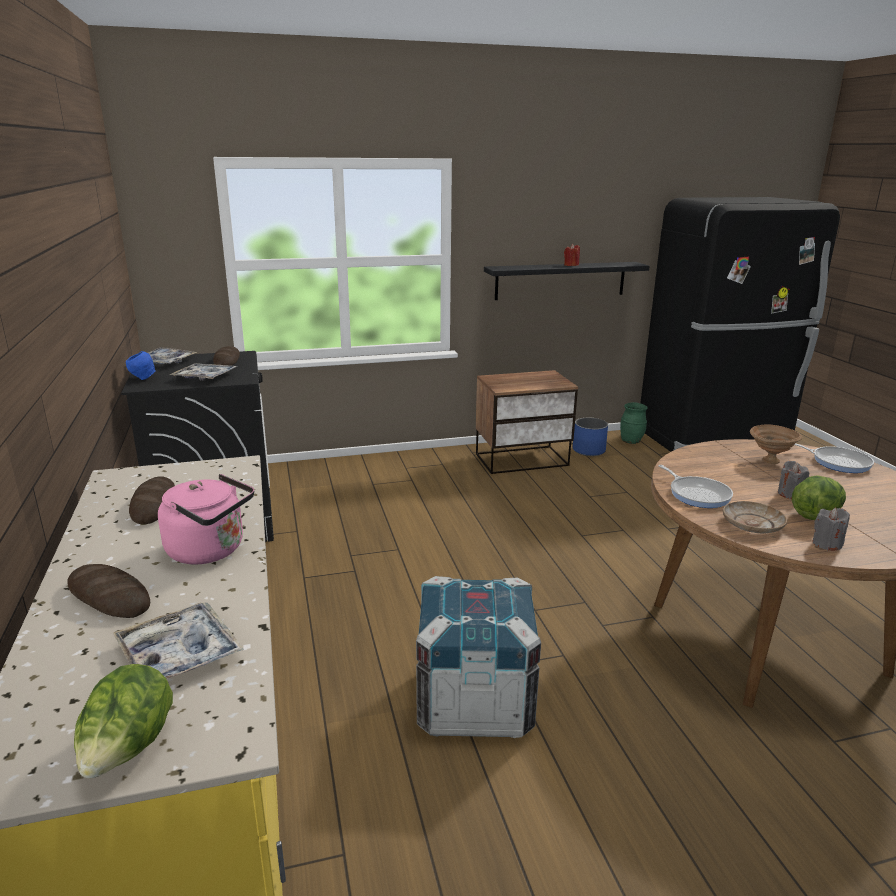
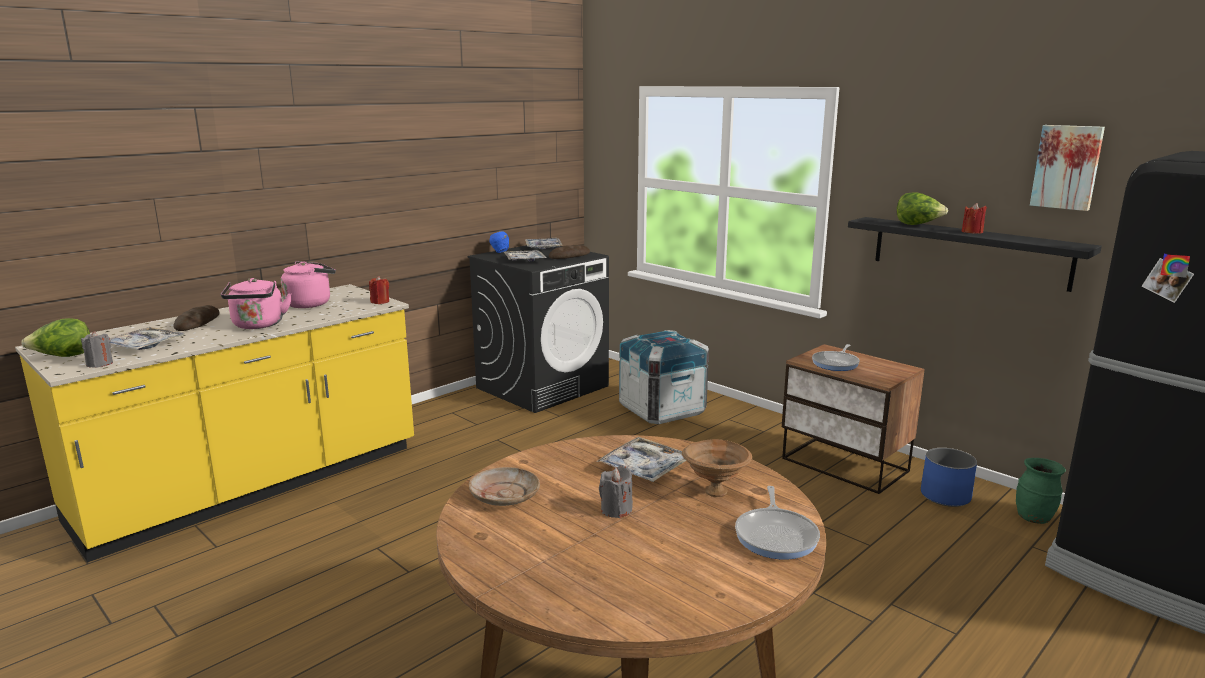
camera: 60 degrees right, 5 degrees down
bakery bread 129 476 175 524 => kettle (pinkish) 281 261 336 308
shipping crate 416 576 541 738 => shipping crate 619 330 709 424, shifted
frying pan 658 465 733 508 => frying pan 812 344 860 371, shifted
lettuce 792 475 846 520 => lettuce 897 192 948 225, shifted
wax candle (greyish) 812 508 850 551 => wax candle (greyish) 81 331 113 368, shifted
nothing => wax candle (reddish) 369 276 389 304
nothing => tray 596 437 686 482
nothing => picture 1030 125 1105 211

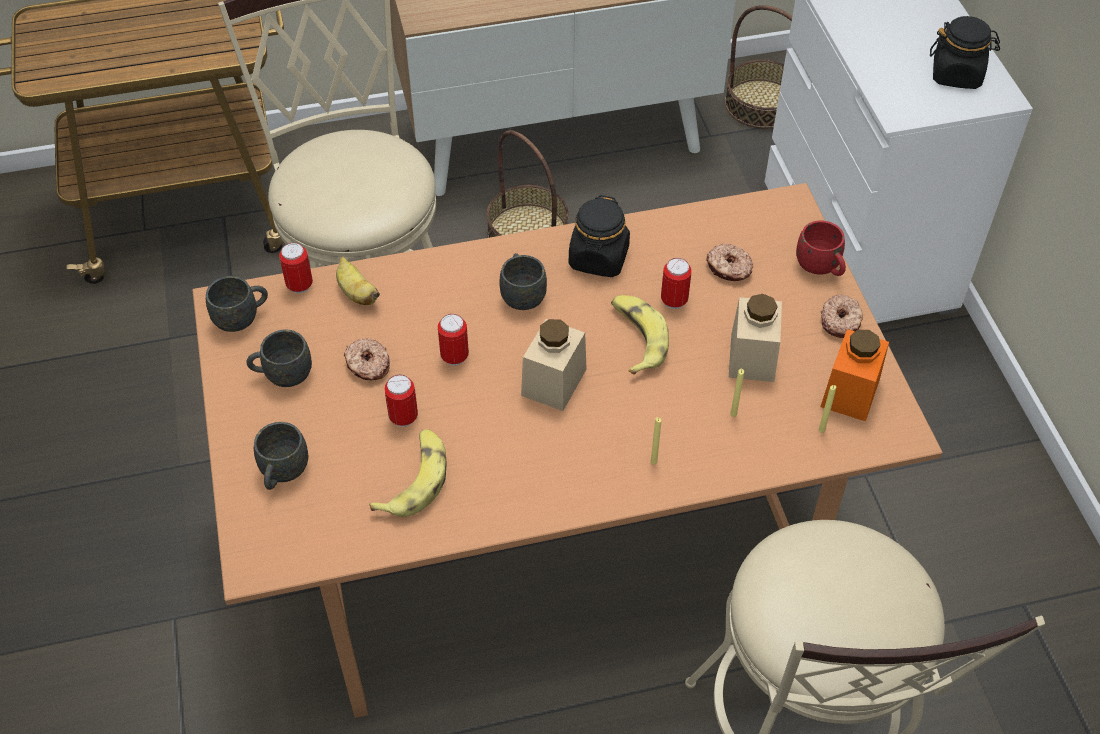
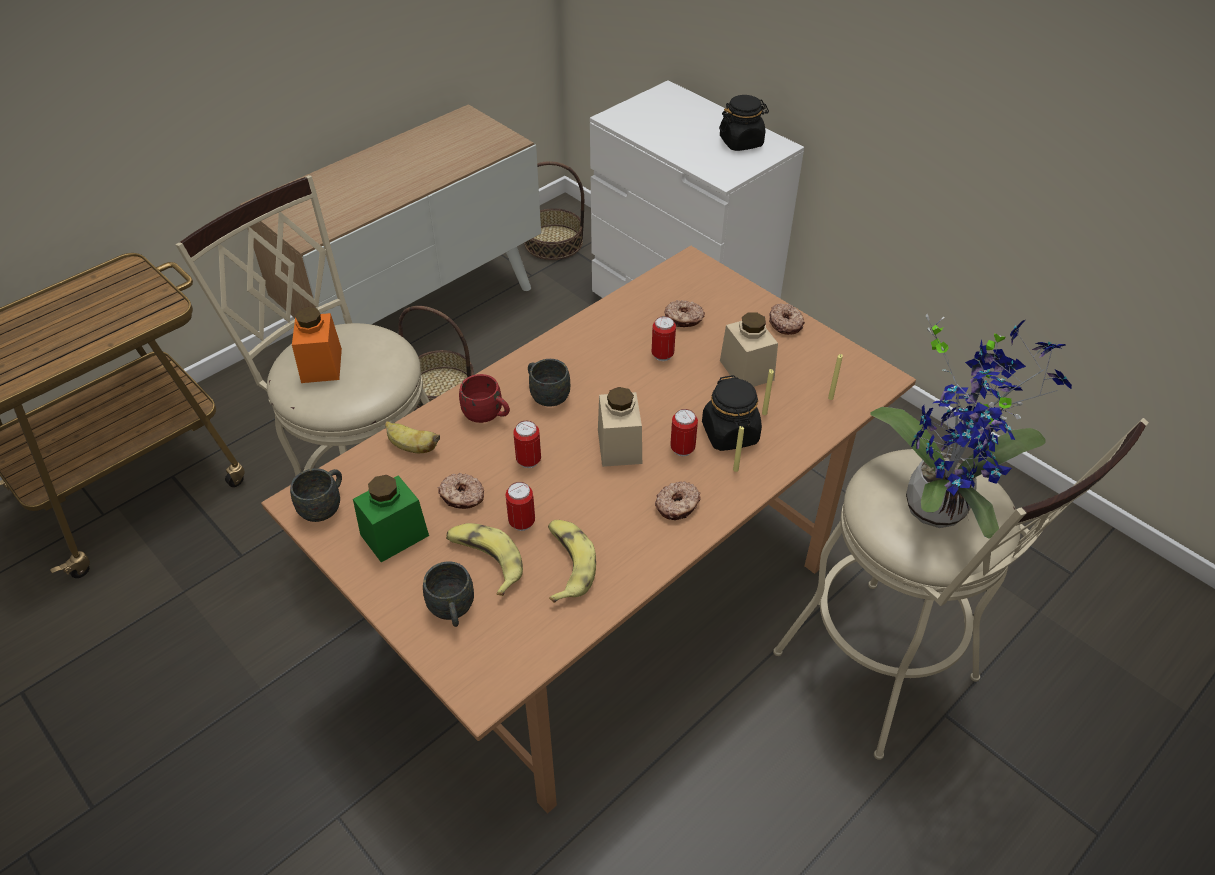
camera: 30 degrees left, 5 degrees down
coffee mug (greyish) 246 330 312 387 => storage jar (green) 353 475 429 562
metal can 279 242 313 293 => metal can 670 409 698 456, shifted
storage jar (blackish) 569 195 630 277 => storage jar (blackish) 702 375 762 451, shifted
whole banana 611 295 669 375 => whole banana 446 523 523 596, shifted
coffee mug (reddish) 796 220 846 276 => coffee mug (reddish) 459 374 510 423, shifted
storage jar (orangey) 821 329 889 421 => storage jar (orangey) 292 307 342 383, shifted
nothing => ring doughnut 655 481 701 520
nothing => houseplant 870 314 1072 539

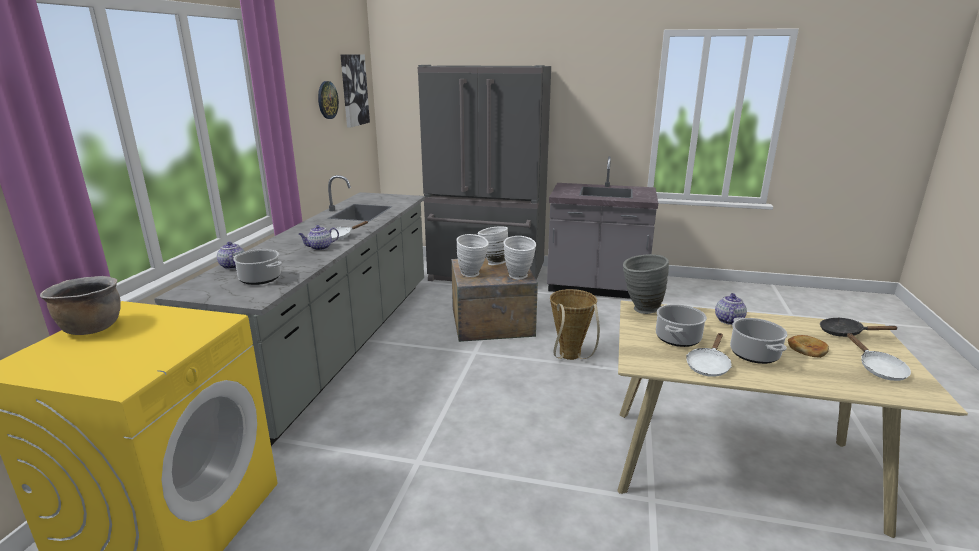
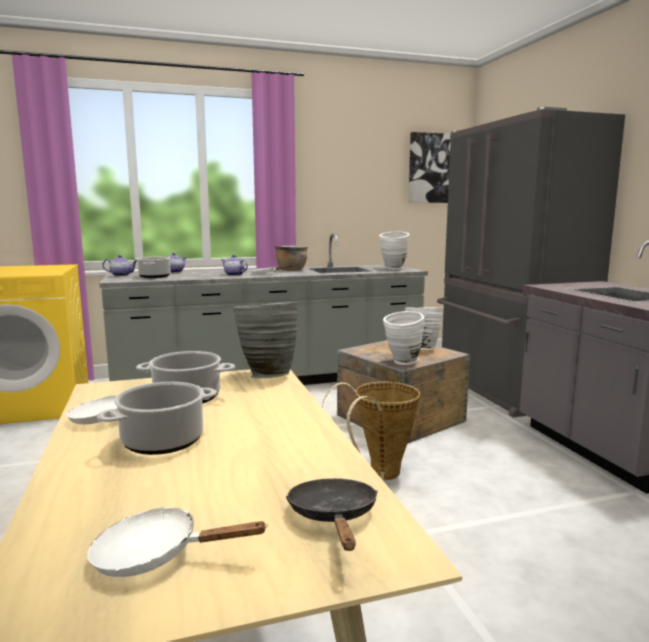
camera: 60 degrees right, 10 degrees down
stockpot (brown) 40 276 121 335 => stockpot (brown) 275 246 308 271, shifted
clock on the wall 318 81 339 119 => nothing
flower vase (white) 456 234 489 277 => flower vase (white) 379 231 409 270, shifted
teapot 715 293 747 325 => teapot 103 255 137 276, shifted
bakery bread 788 335 829 358 => nothing
frying pan (white) 847 333 911 381 => frying pan (white) 87 507 268 577, 45 degrees clockwise

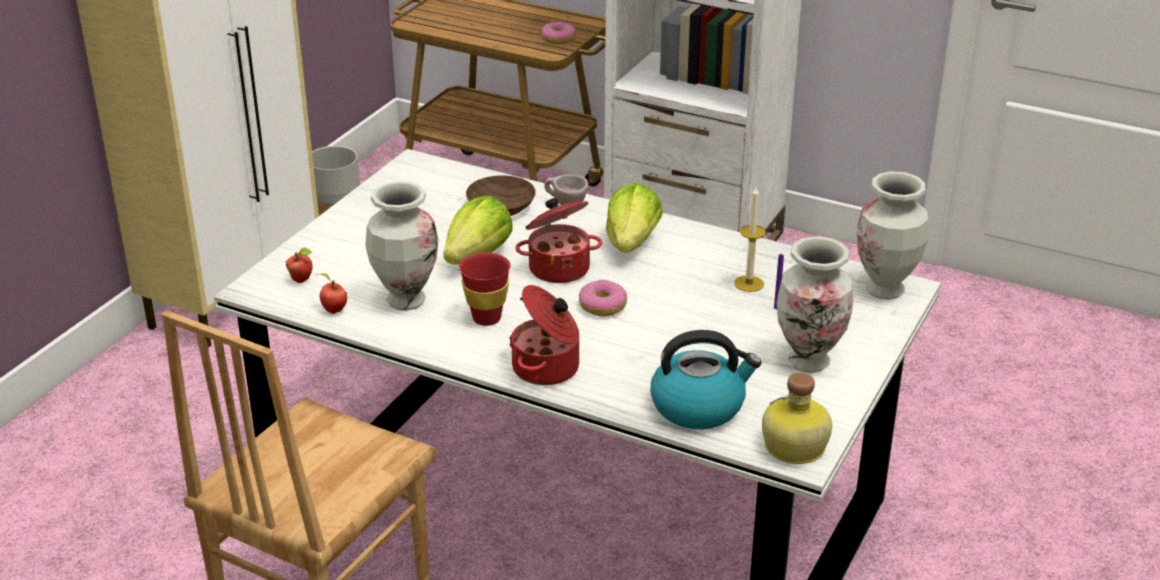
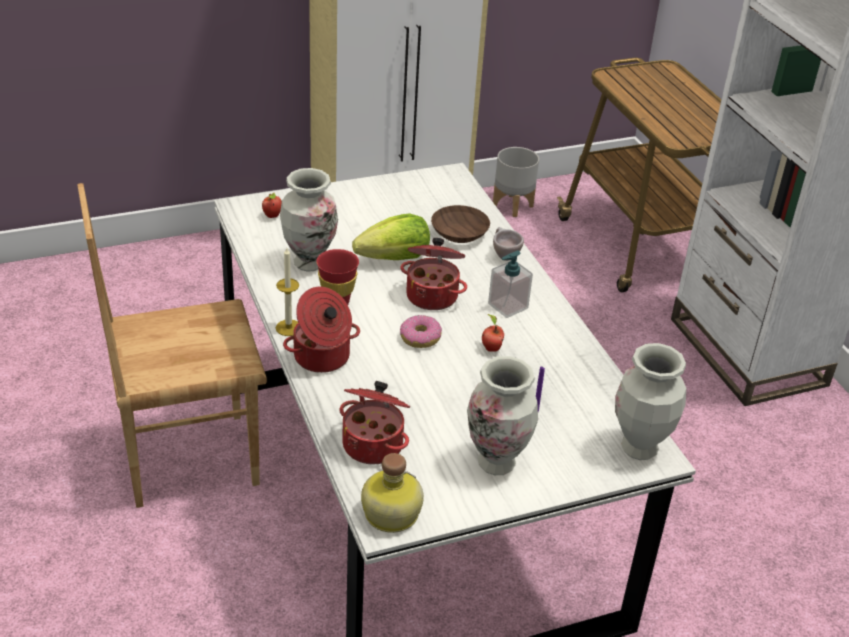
camera: 40 degrees right, 5 degrees up
apple fruit 316 273 347 314 => apple fruit 482 314 504 352, shifted
ring doughnut 541 22 576 45 => nothing
lettuce 606 183 663 253 => liquid soap bottle 488 251 533 318
kettle 651 330 762 429 => stockpot 339 381 410 464
wax candle 734 187 766 292 => wax candle 276 248 299 336, shifted

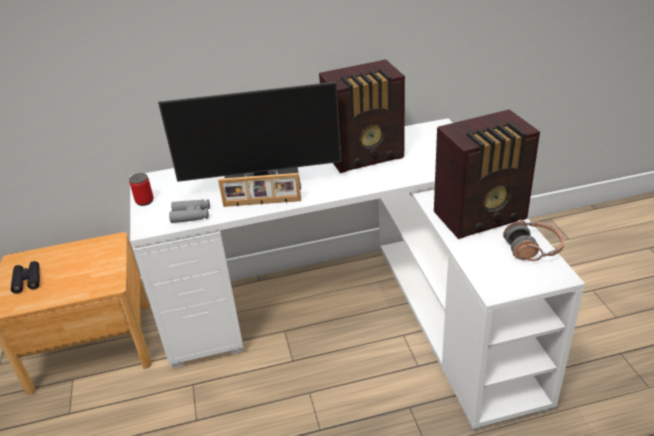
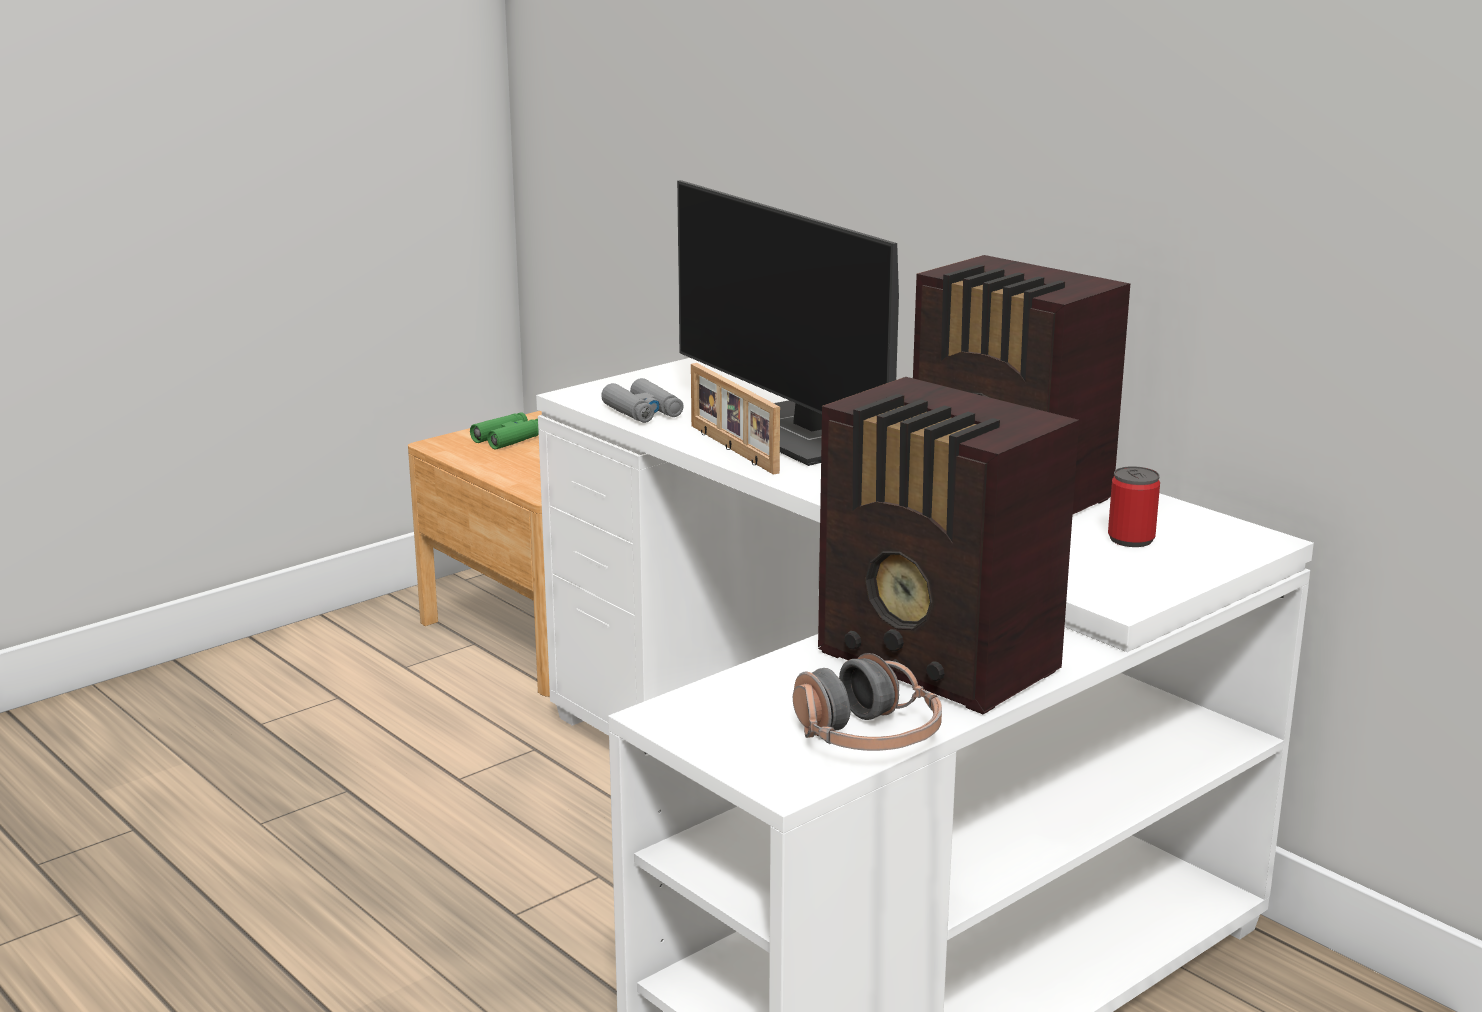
camera: 60 degrees right, 15 degrees down
pair of binoculars (blackish) 11 261 40 294 => pair of binoculars (green) 470 412 539 449
metal can 129 173 154 206 => metal can 1108 466 1160 547, shifted

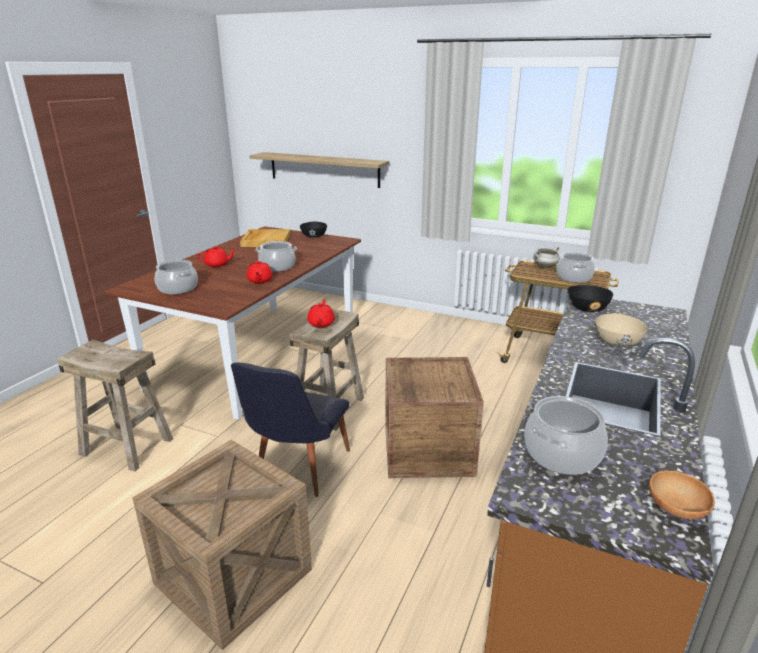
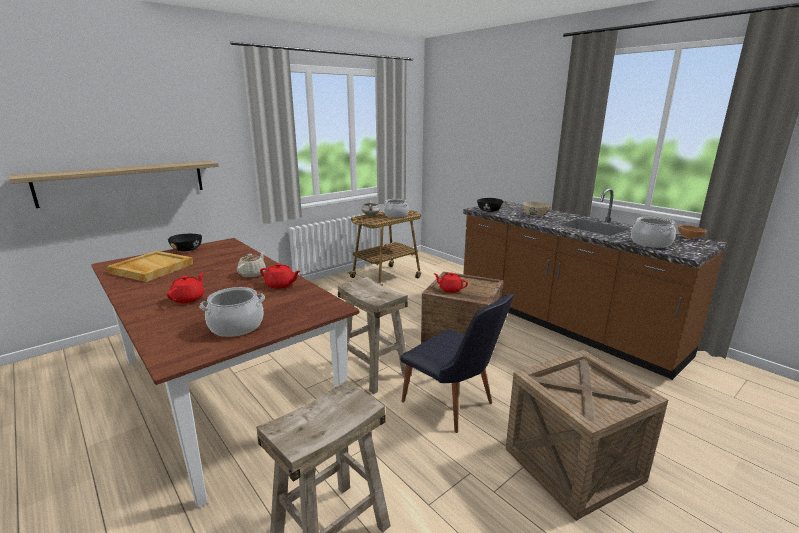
camera: 65 degrees left, 5 degrees down
stockpot 255 241 297 272 => teapot (beige) 237 252 266 278
teapot (reddish) 307 299 335 328 => teapot (reddish) 433 273 468 293, shifted

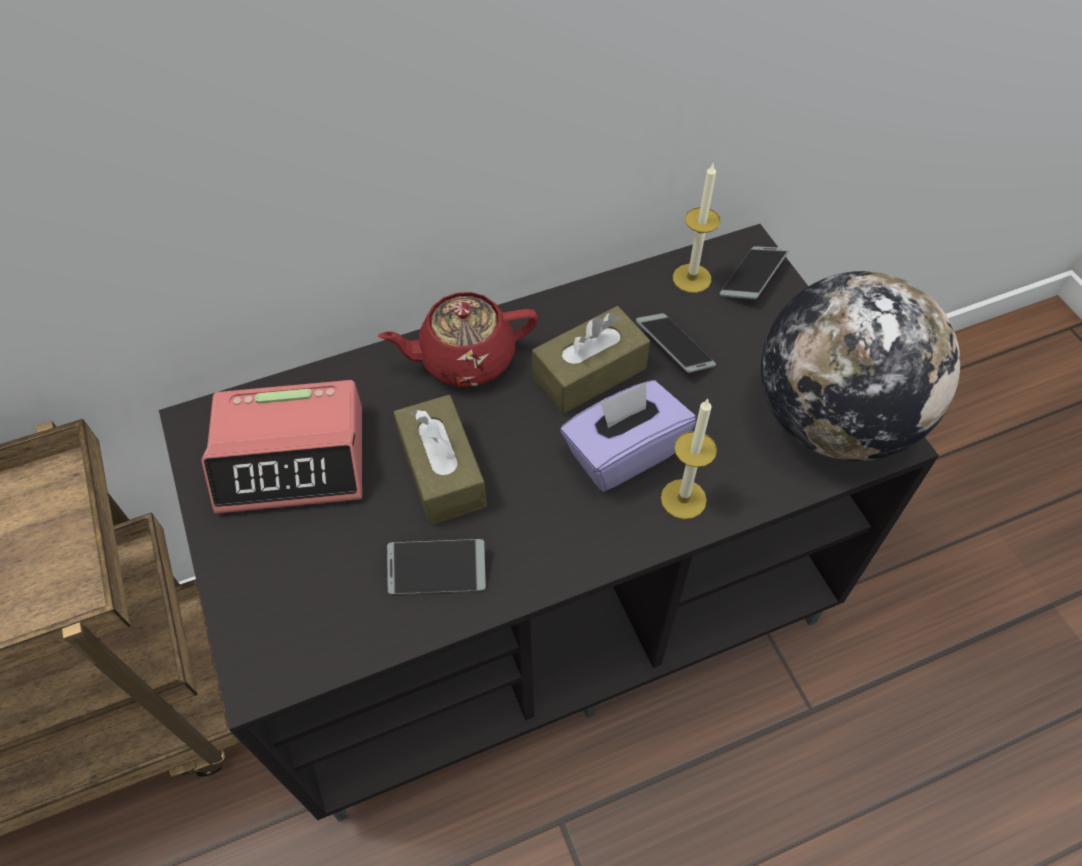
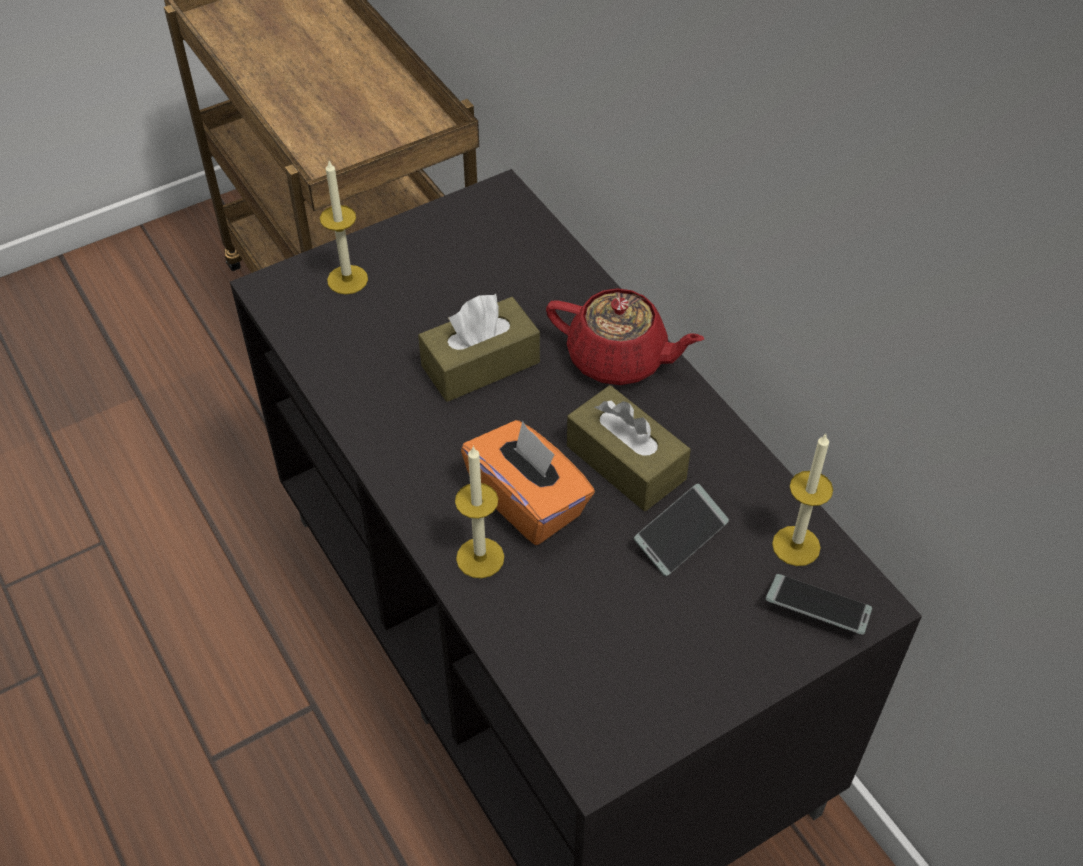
camera: 80 degrees right, 5 degrees down
table clock 201 380 362 514 => nothing
teapot (reddish) 378 292 538 387 => teapot (reddish) 546 288 704 385, 135 degrees clockwise
handset 387 539 486 594 => nothing
tissue holder (purple) 560 380 696 492 => tissue holder (orangey) 461 420 595 545
world globe 761 271 960 461 => nothing
nothing => wax candle 320 161 368 294

